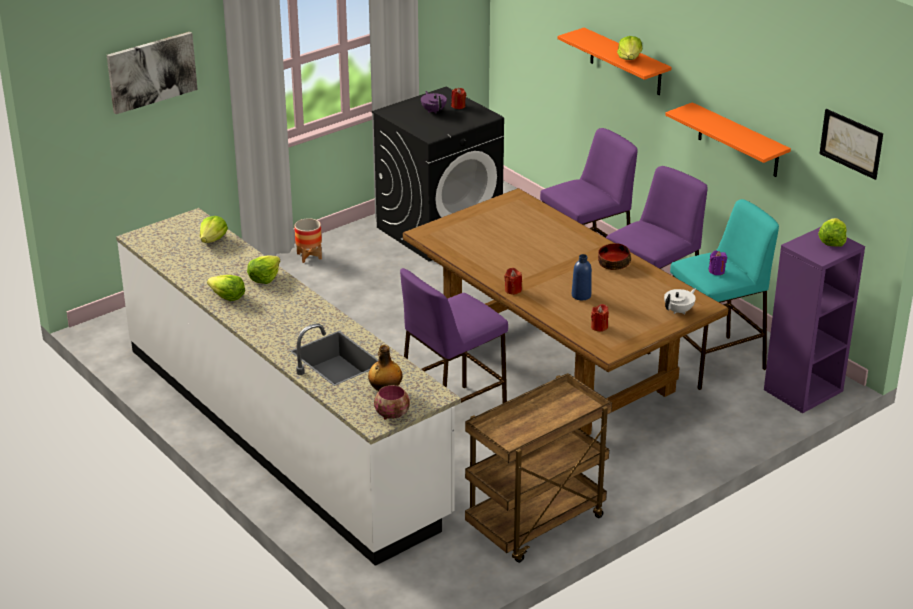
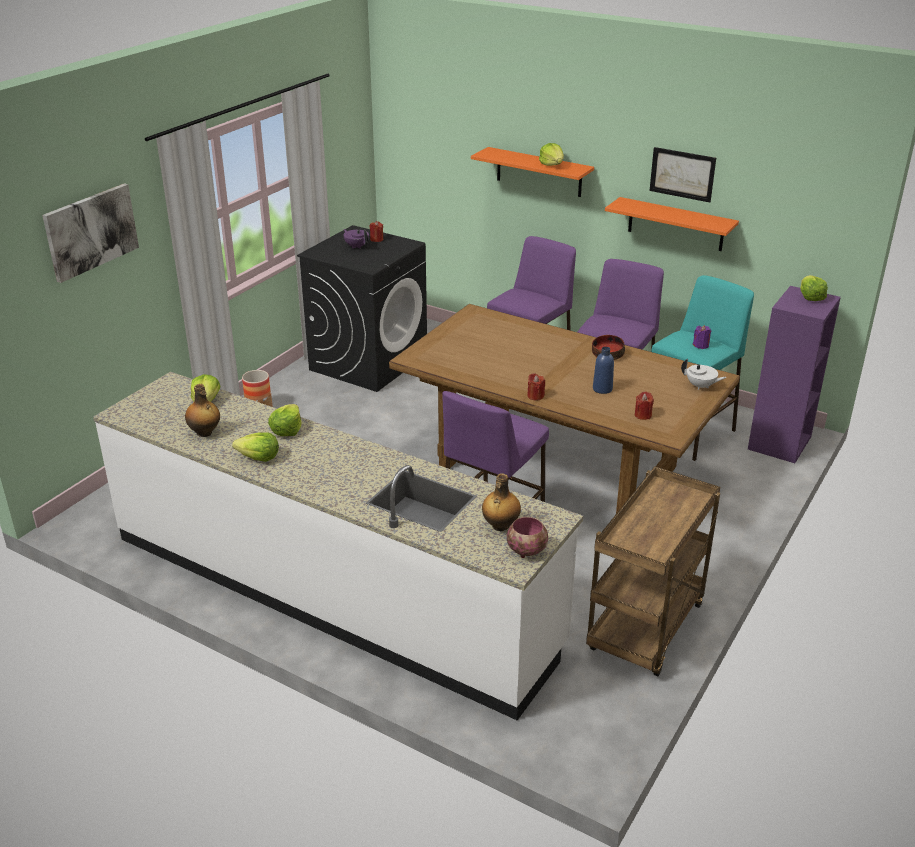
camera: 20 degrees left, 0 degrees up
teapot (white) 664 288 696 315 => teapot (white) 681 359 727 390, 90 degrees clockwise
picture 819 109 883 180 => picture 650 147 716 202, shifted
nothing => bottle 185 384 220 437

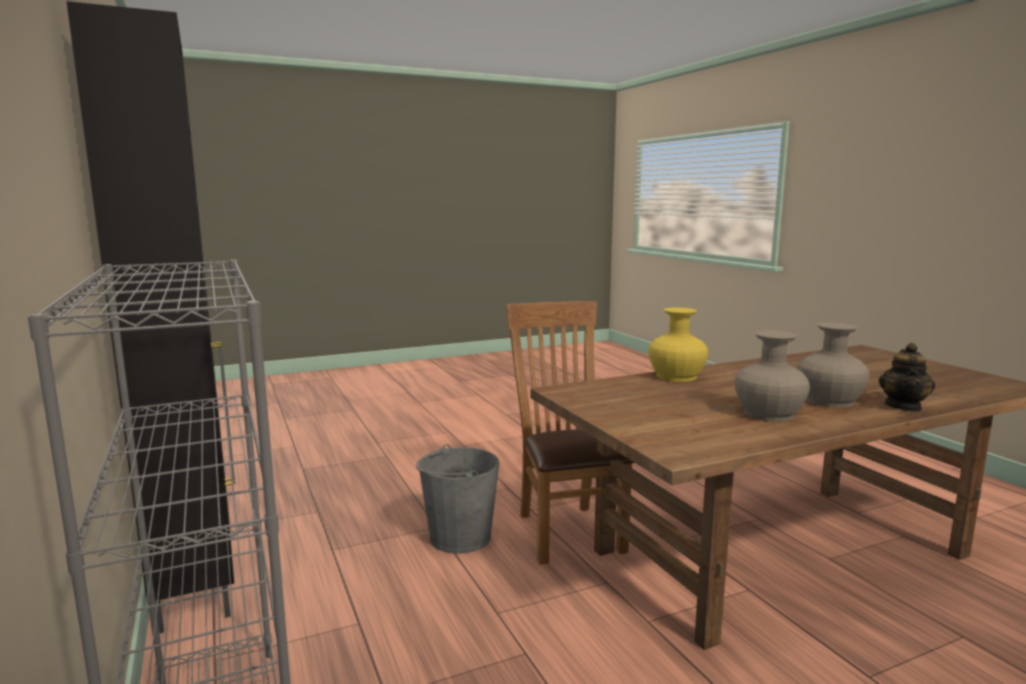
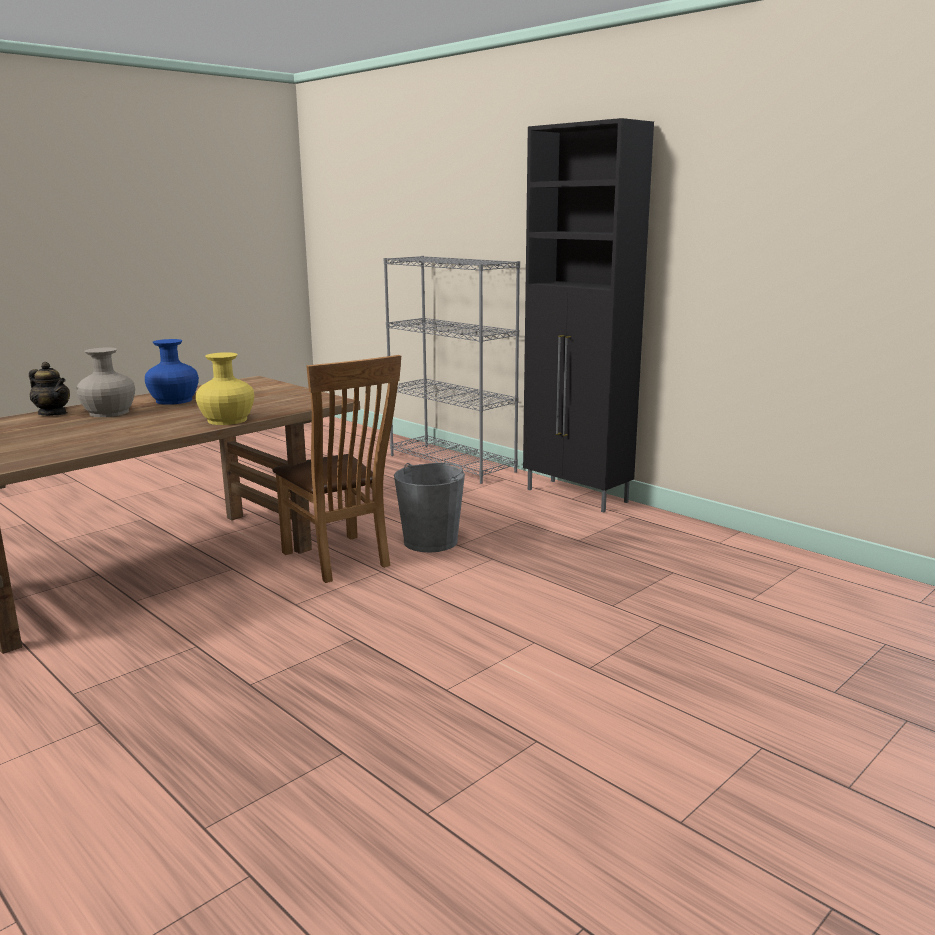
camera: 160 degrees right, 5 degrees up
flower vase (beige) 735 331 810 422 => flower vase (bluish) 145 339 199 405
teapot 879 343 935 412 => teapot 29 362 70 416, 120 degrees clockwise

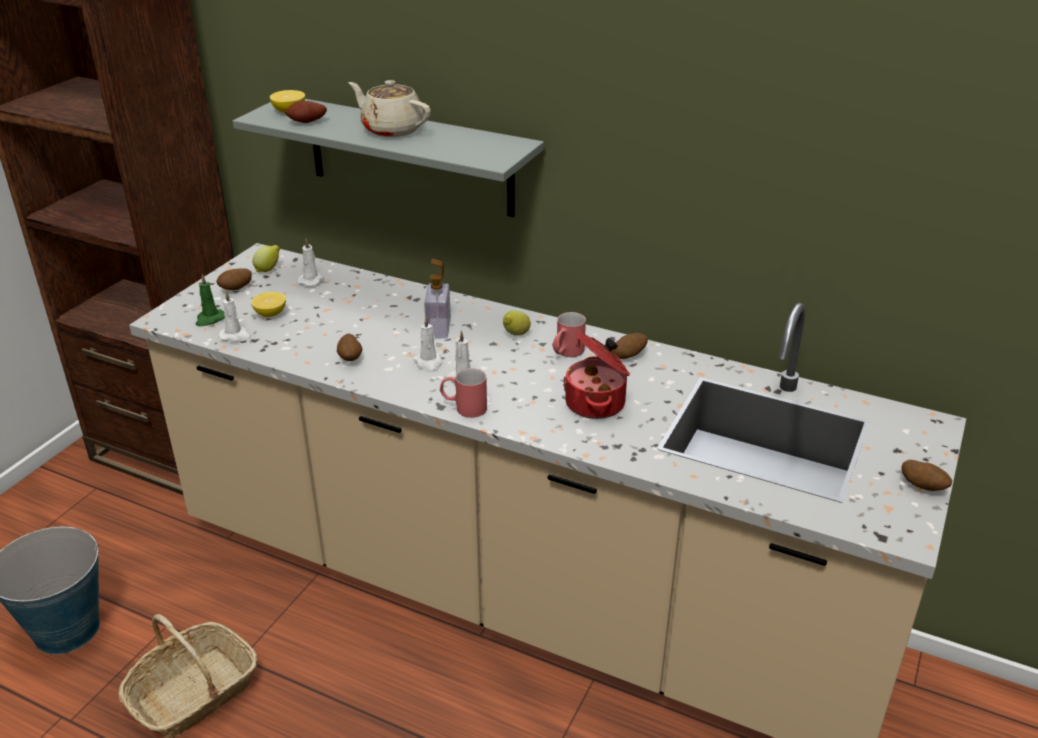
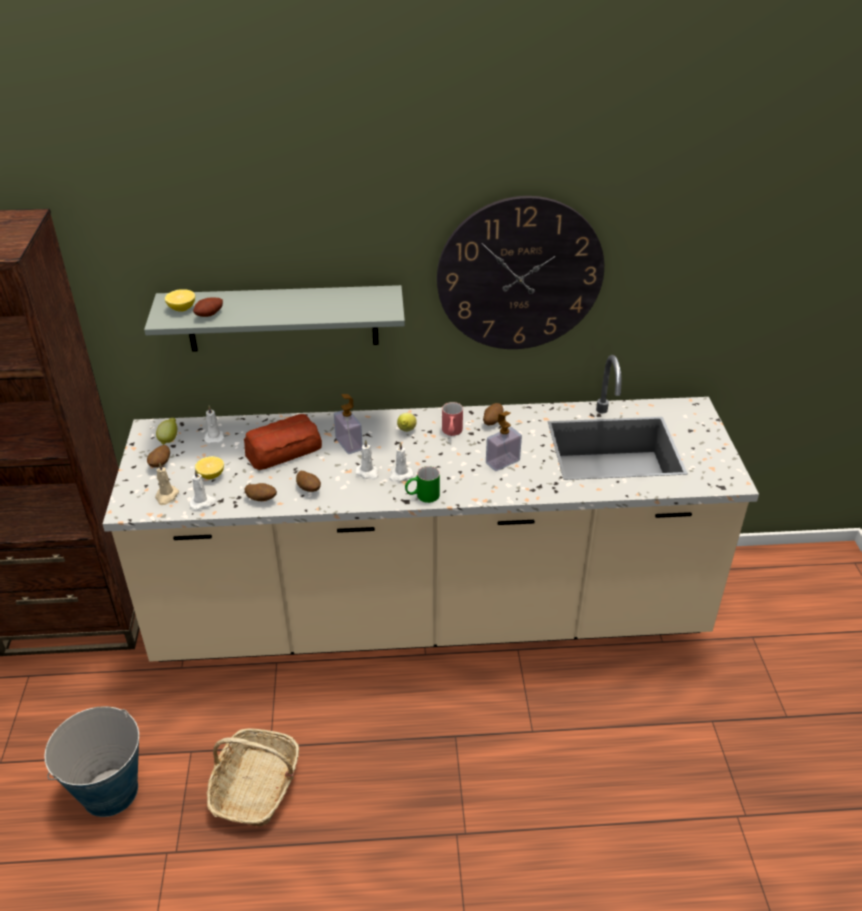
camera: 30 degrees left, 5 degrees up
wax candle (green) 196 274 225 326 => wax candle (beige) 155 462 179 505
teapot (beige) 349 80 431 137 => nothing
coffee mug (reddish) 440 368 487 418 => coffee mug (green) 405 466 440 503
stockpot 563 332 630 419 => liquid soap bottle 486 411 522 471
spud 901 460 952 491 => spud 244 483 277 501, shifted
nothing => bakery bread 244 414 322 470
nothing => clock on the wall 437 196 604 349

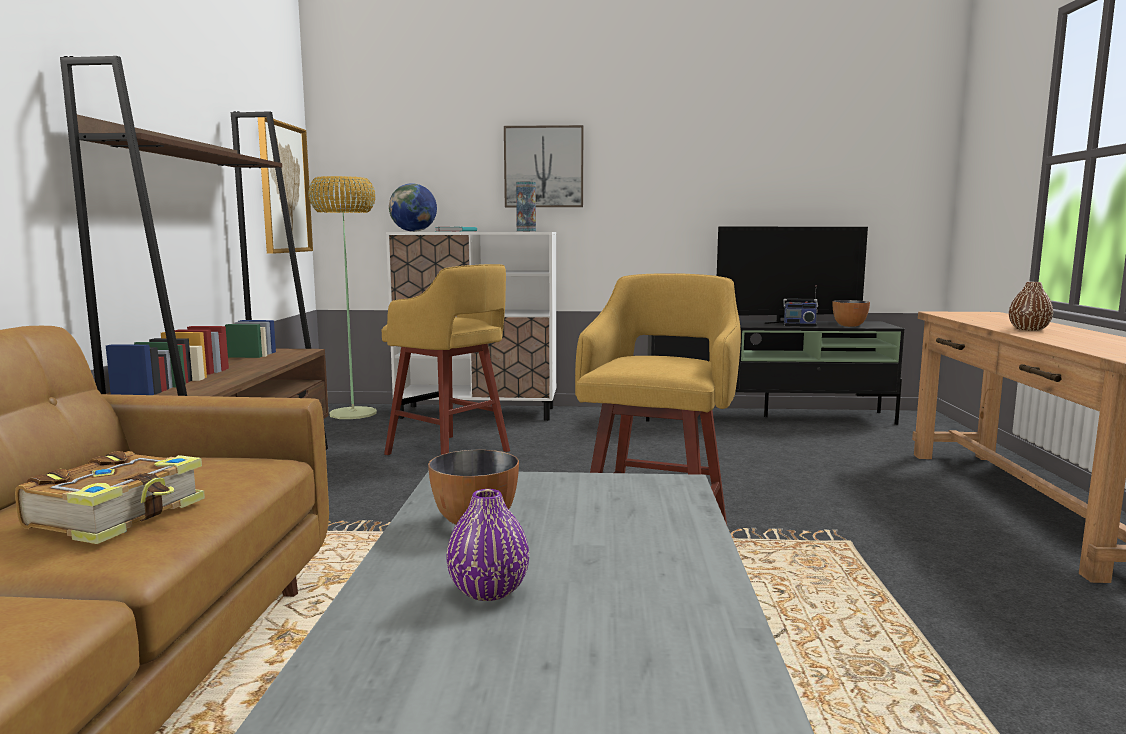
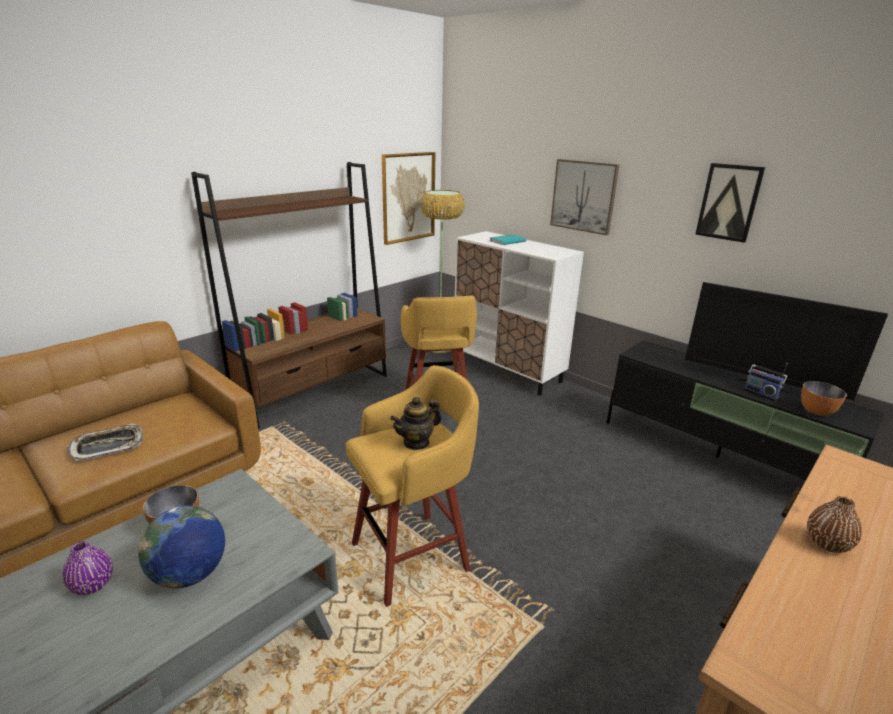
camera: 40 degrees right, 15 degrees up
bound book 15 451 205 544 => tray 67 423 143 461
world globe 389 183 437 232 => world globe 138 506 225 588, shifted
flower vase 516 181 536 232 => nothing
nothing => teapot 390 397 441 450
nothing => picture 695 163 765 243

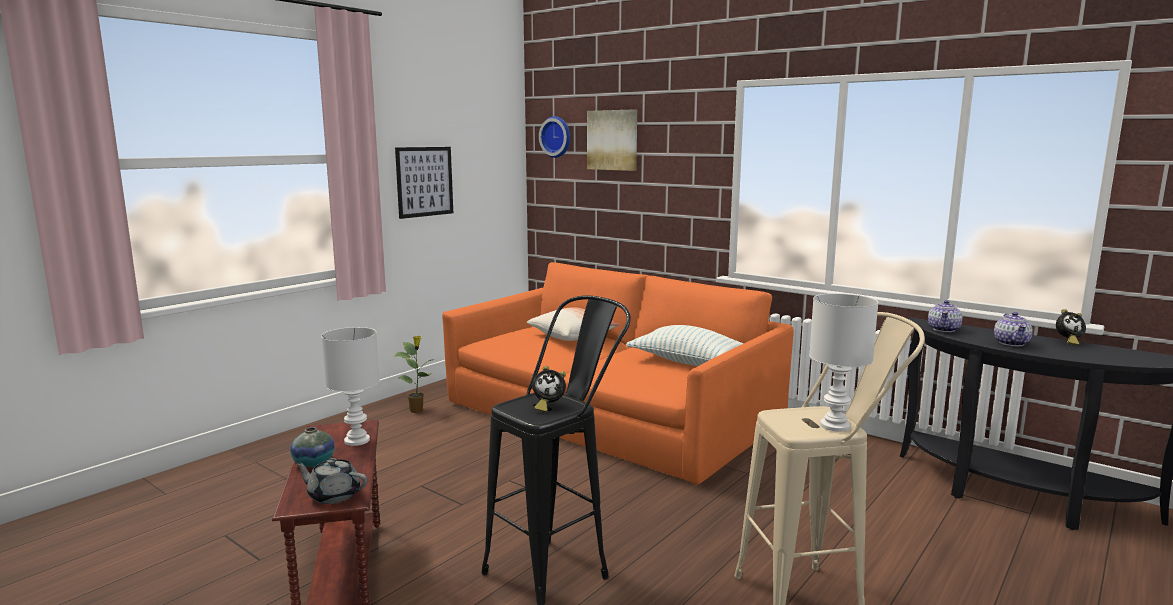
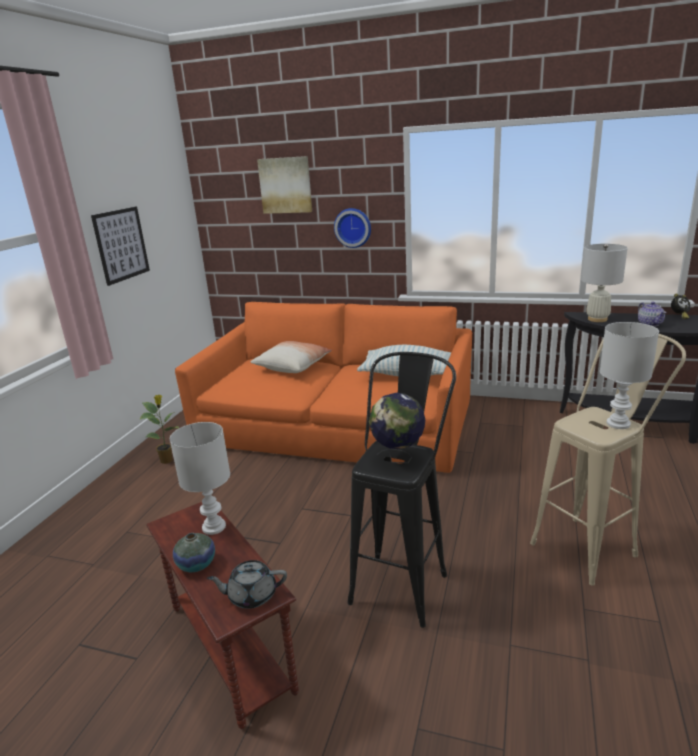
camera: 20 degrees left, 10 degrees up
table clock 533 366 566 413 => world globe 369 393 425 463
clock on the wall 539 116 570 158 => clock on the wall 334 208 371 248, shifted
teapot 928 300 962 332 => tabletop lamp (white) 581 244 627 322

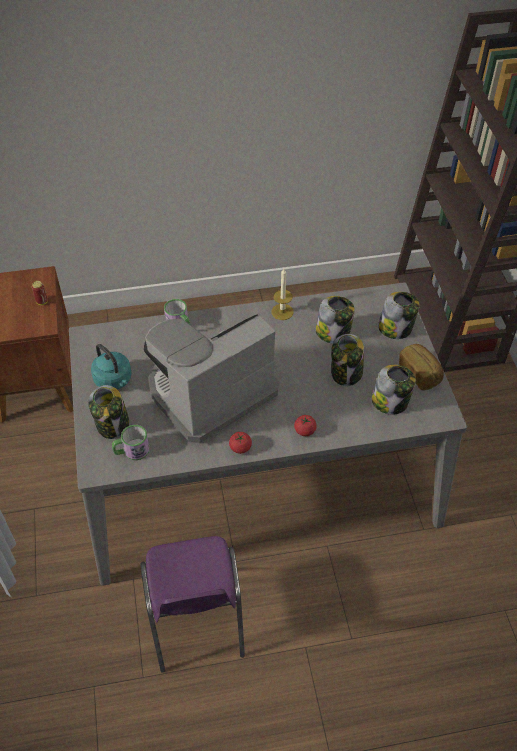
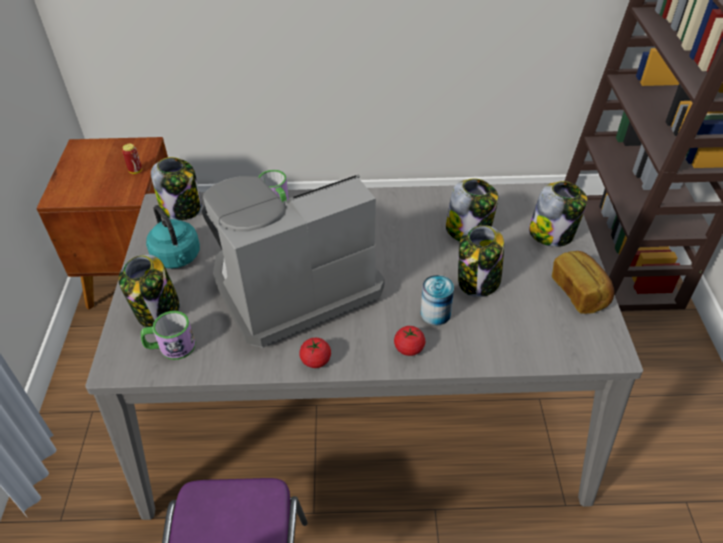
camera: 10 degrees right, 5 degrees down
wax candle 271 269 294 320 => nothing
storage jar 372 365 416 414 => storage jar 151 157 202 220, shifted
nothing => metal can 421 275 454 325

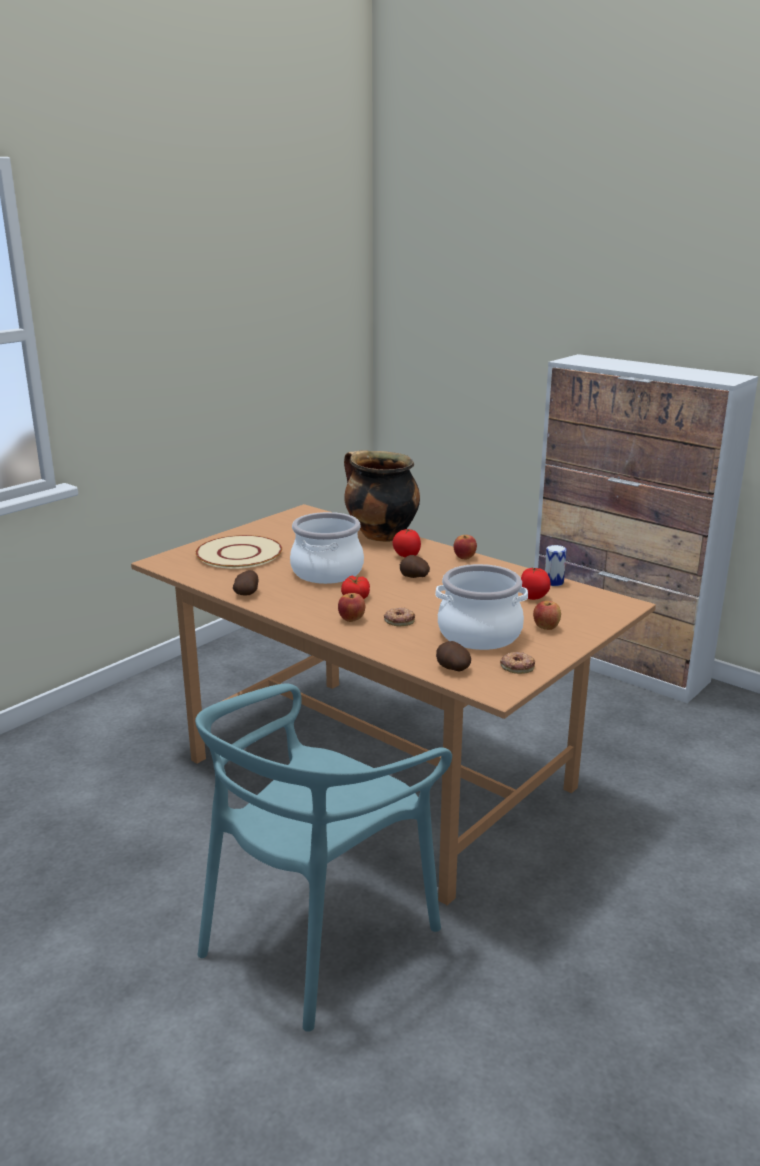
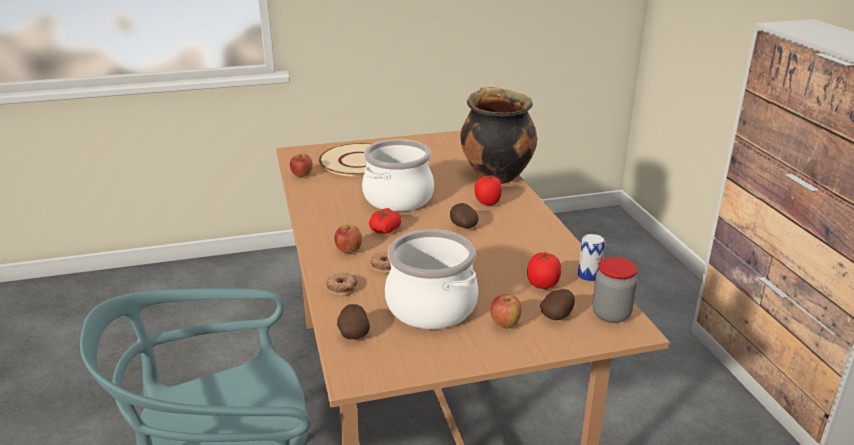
camera: 35 degrees right, 5 degrees up
spud 233 570 258 596 => spud 540 289 575 320, shifted
apple fruit 453 535 477 560 => apple fruit 290 154 313 177, shifted
ring doughnut 500 652 535 674 => ring doughnut 326 273 358 296, shifted
nothing => storage jar 592 257 638 323

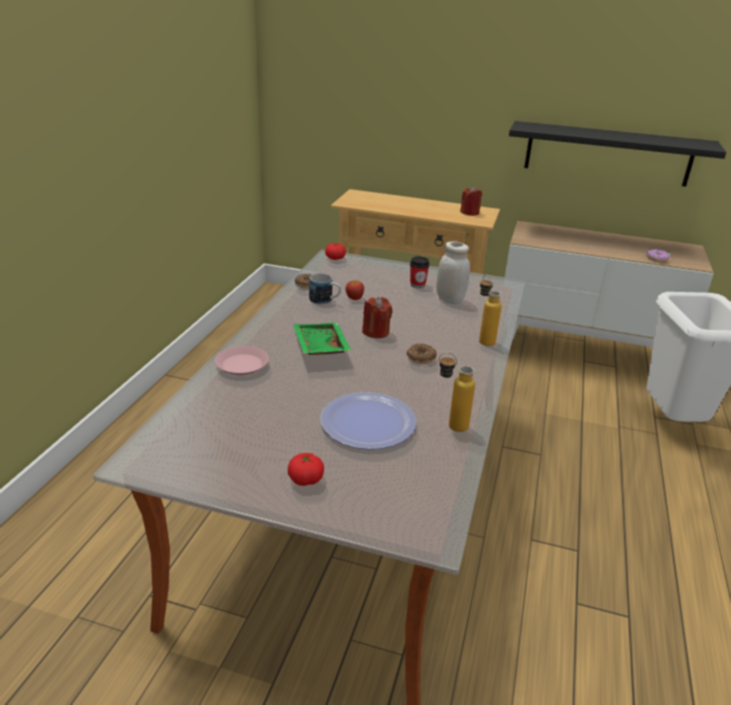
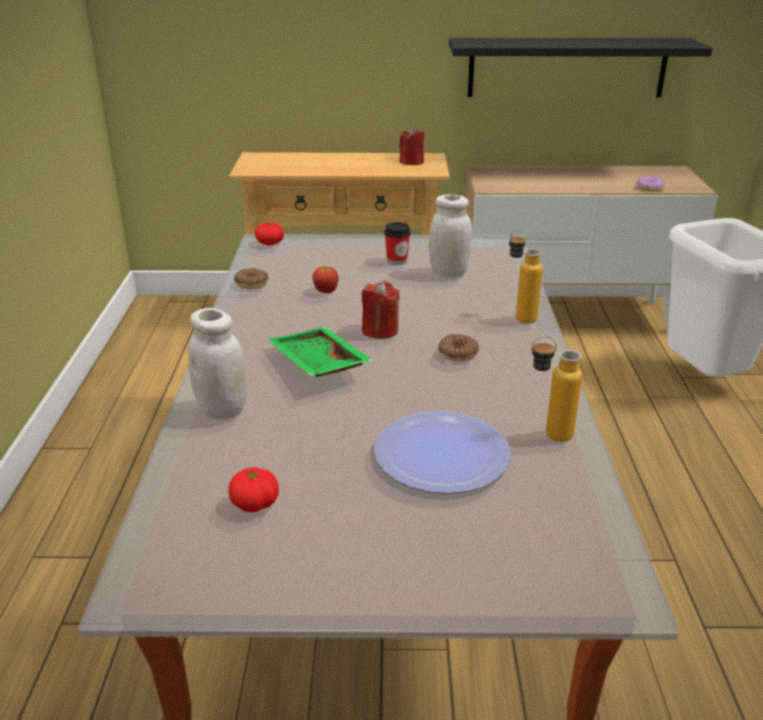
camera: 15 degrees left, 0 degrees up
flat dish (pinkish) 215 346 269 375 => storage jar (white) 188 308 247 420
fresh tomato 288 453 324 486 => fresh tomato 228 467 279 512, shifted
coffee mug 309 273 341 305 => nothing

